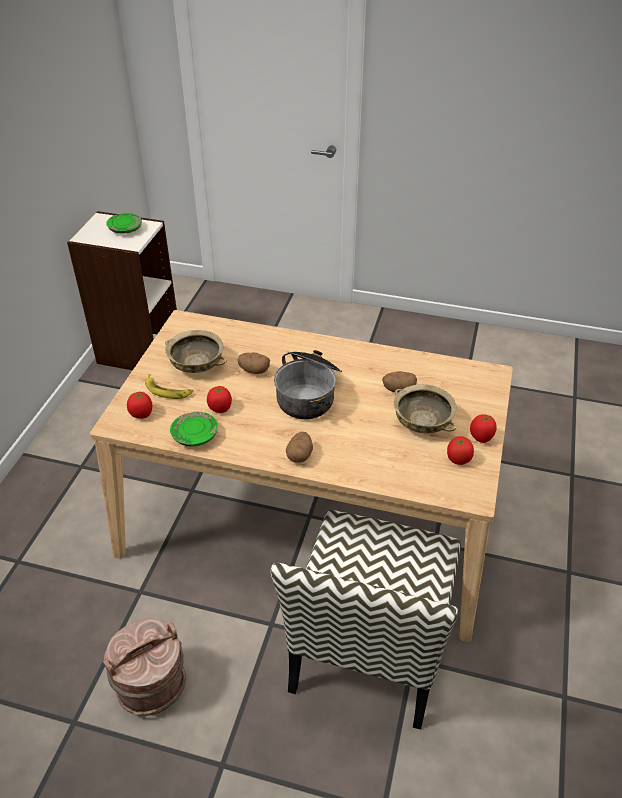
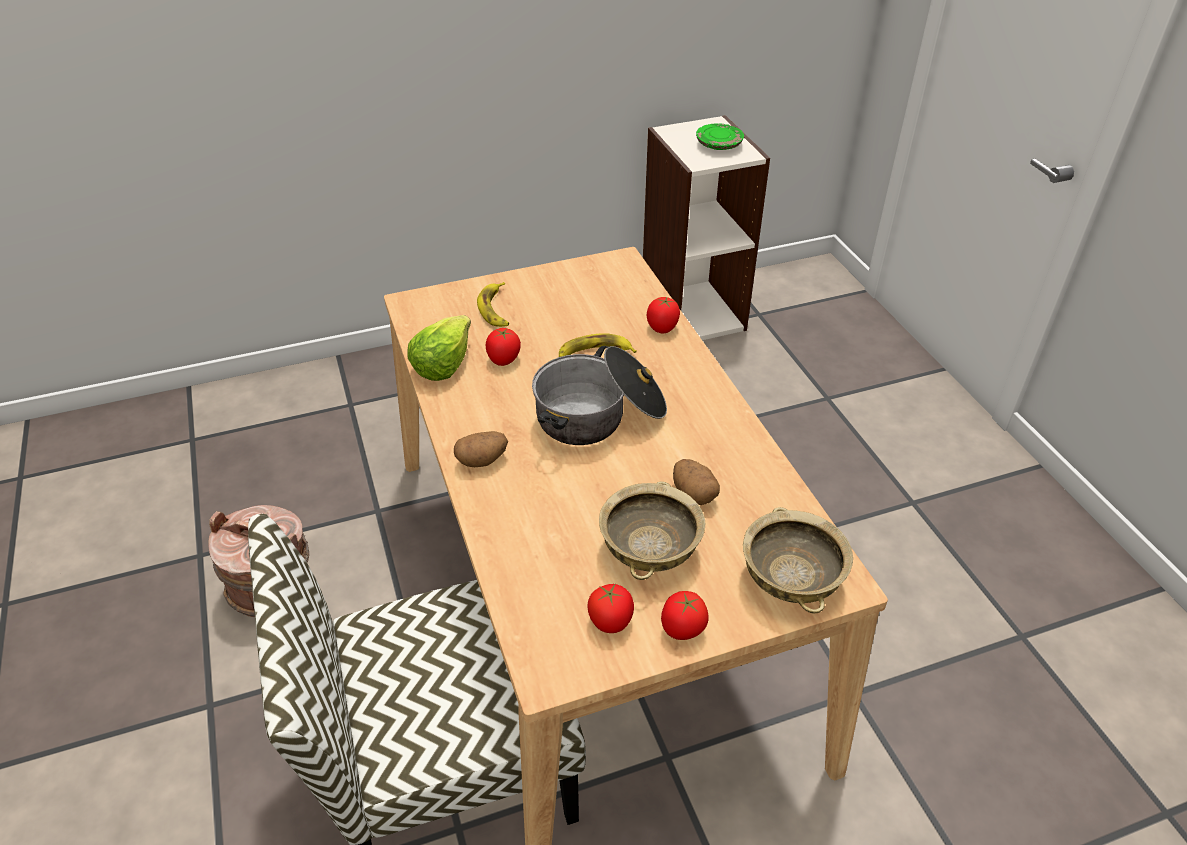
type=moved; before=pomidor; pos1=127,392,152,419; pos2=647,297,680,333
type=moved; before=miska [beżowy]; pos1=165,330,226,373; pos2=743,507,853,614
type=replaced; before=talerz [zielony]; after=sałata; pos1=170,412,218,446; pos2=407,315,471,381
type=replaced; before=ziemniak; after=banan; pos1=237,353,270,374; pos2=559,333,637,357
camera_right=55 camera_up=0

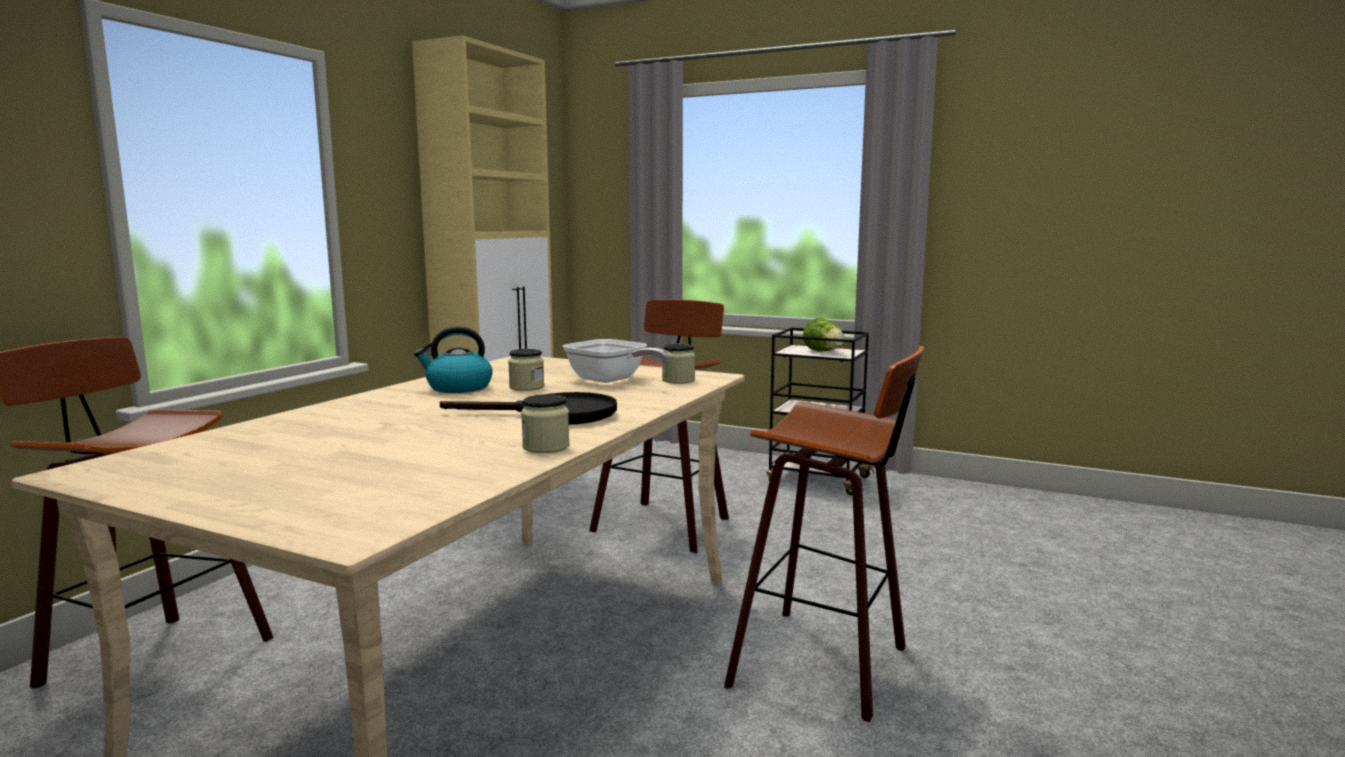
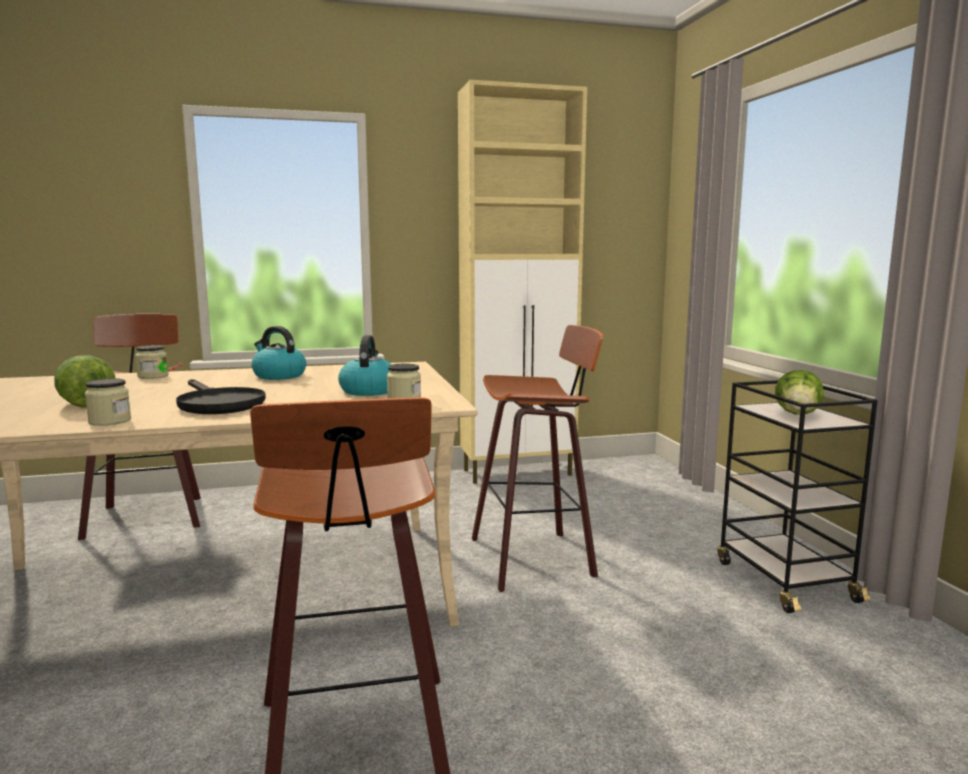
type=moved; before=słoik; pos1=508,349,544,391; pos2=135,345,169,379
type=replaced; before=patelnia; after=czajnik; pos1=563,339,671,383; pos2=338,335,392,396
type=added; after=sałata; pos2=54,355,115,408
camera_right=50 camera_up=0

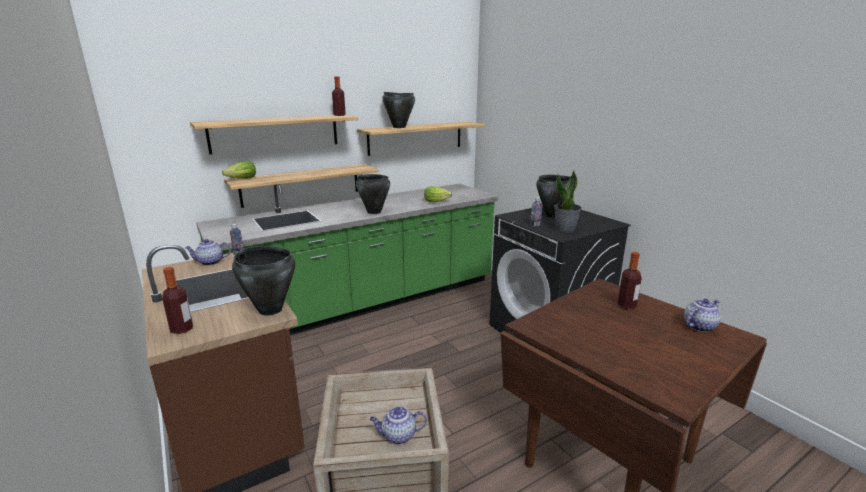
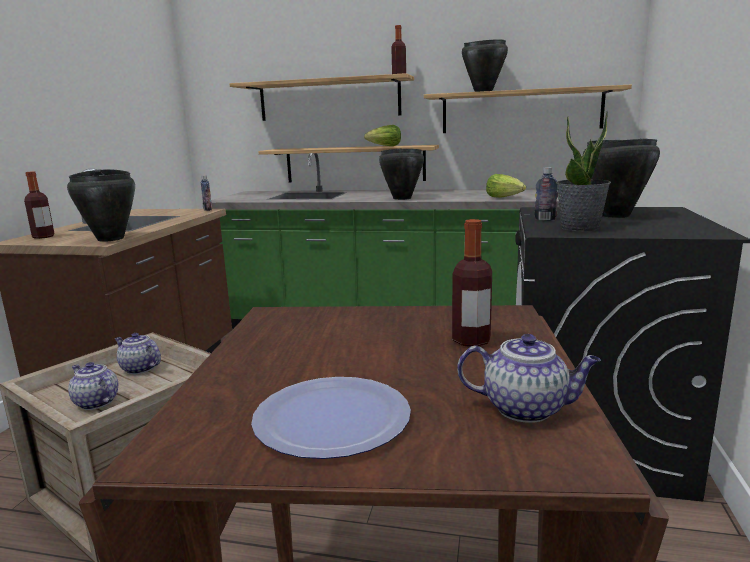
type=moved; before=imbryk; pos1=185,239,231,266; pos2=115,333,161,374
type=moved; before=sałata; pos1=222,161,256,179; pos2=364,125,401,146
type=added; after=talerz; pos2=251,377,411,459
camera_right=45 camera_up=-5

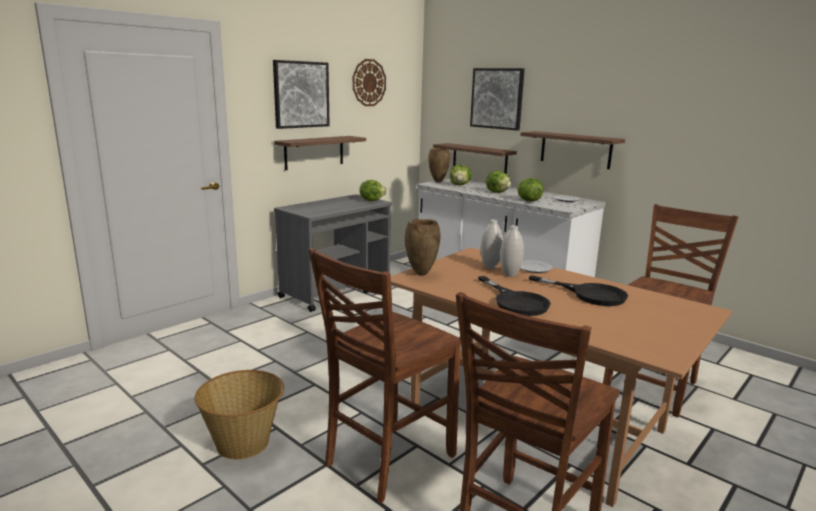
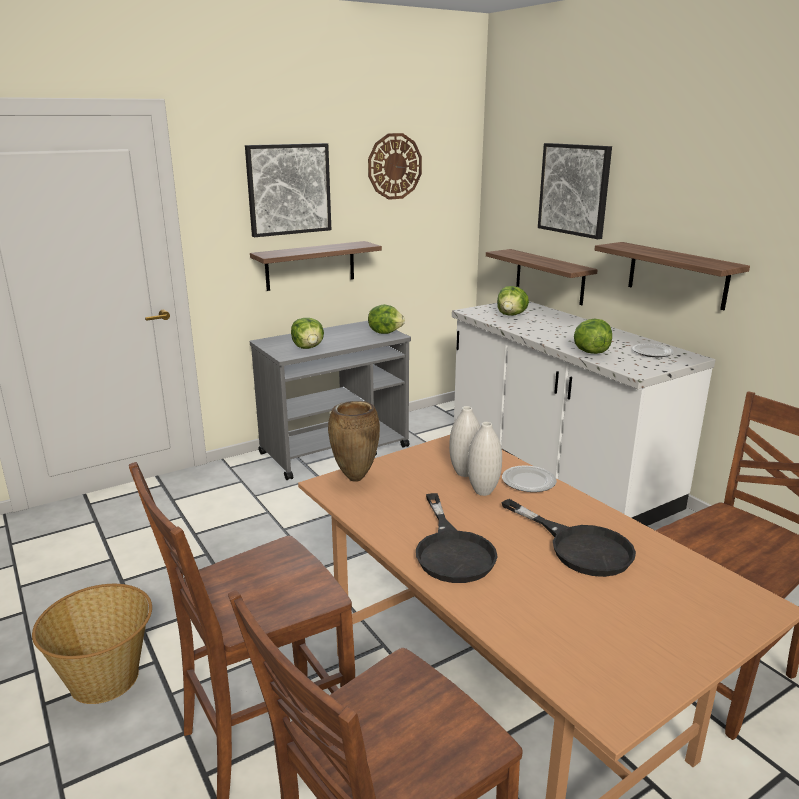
type=removed; before=wazon [brązowy]; pos1=428,148,450,182
type=moved; before=sałata; pos1=486,171,511,193; pos2=291,318,324,349
camera_right=15 camera_up=5

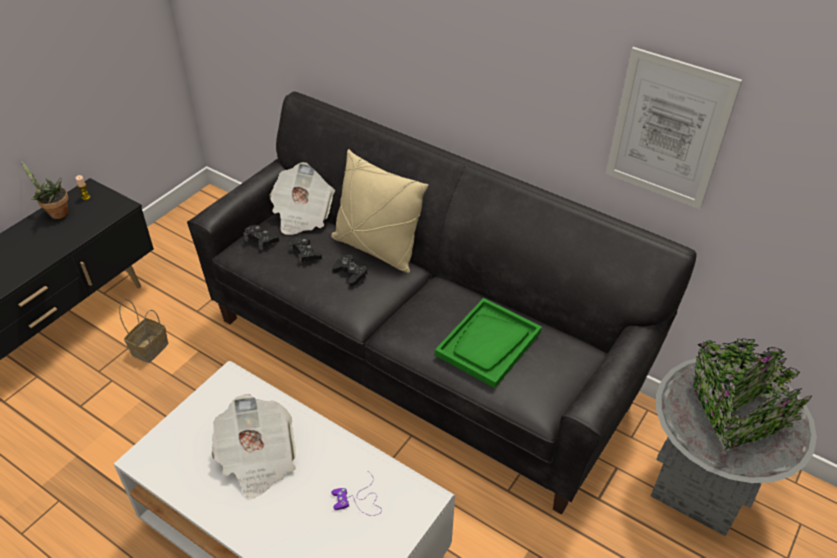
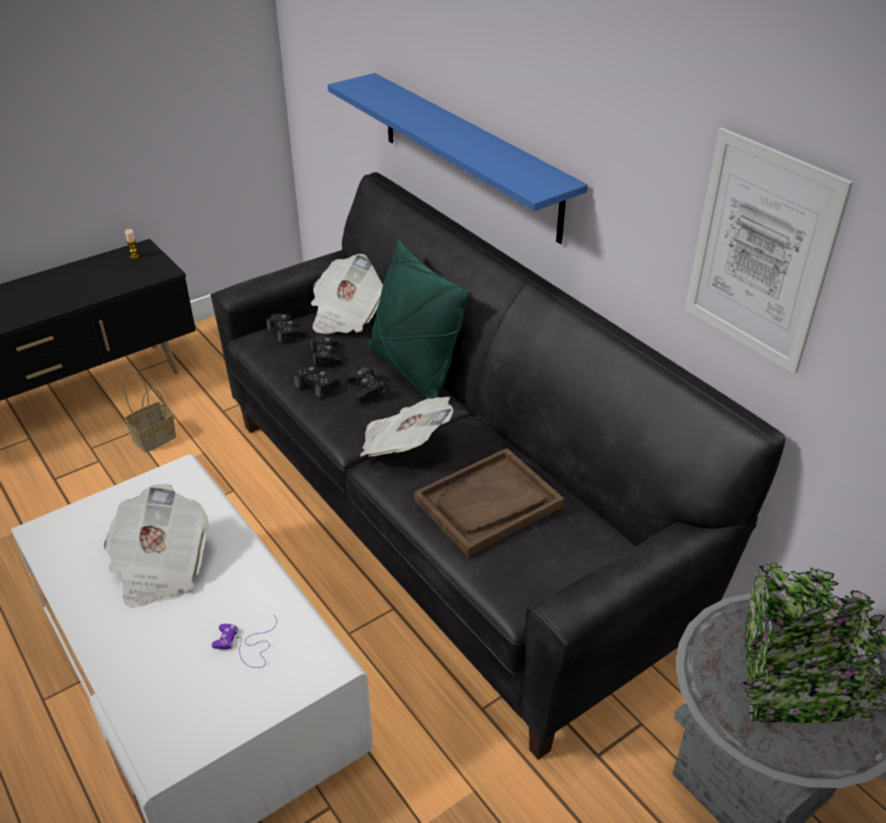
type=removed; before=roślina doniczkowa; pos1=21,161,68,219
type=recoloured; before=poduszka [beżowy]; after=poduszka [zielony]; pos1=331,149,428,273; pos2=367,239,471,398
type=recoloured; before=taca [zielony]; after=taca [brązowy]; pos1=435,298,542,388; pos2=414,448,564,557
type=added; after=pad do gier [czarny]; pos2=294,366,340,397
type=added; after=półka [niebieski]; pos2=328,73,588,244
type=added; after=gazeta; pos2=360,397,453,456
camera_right=20 camera_up=-5

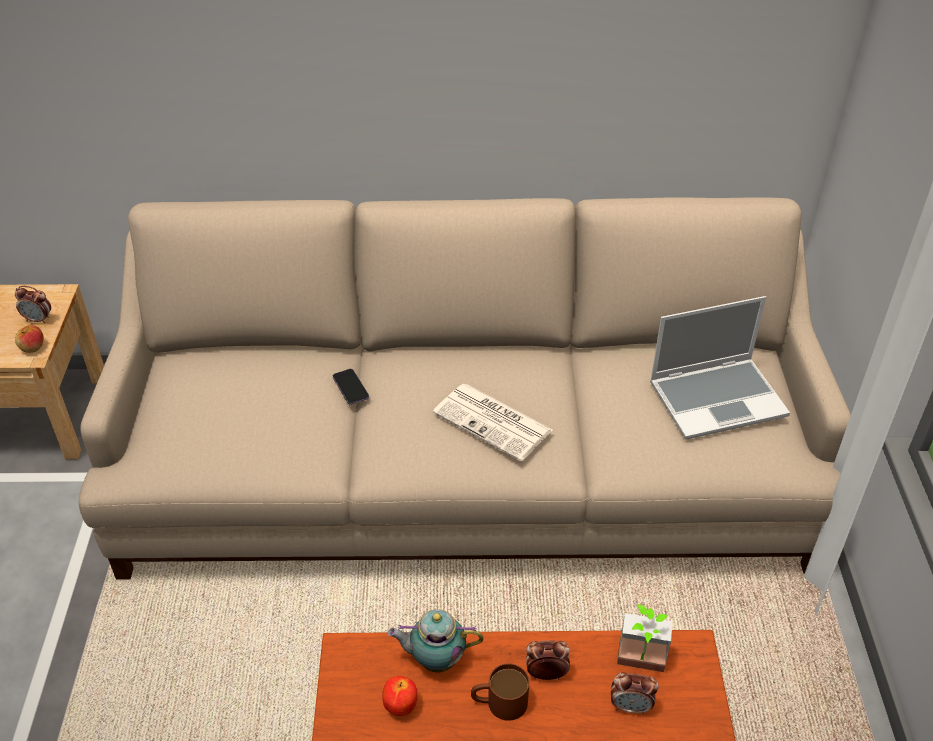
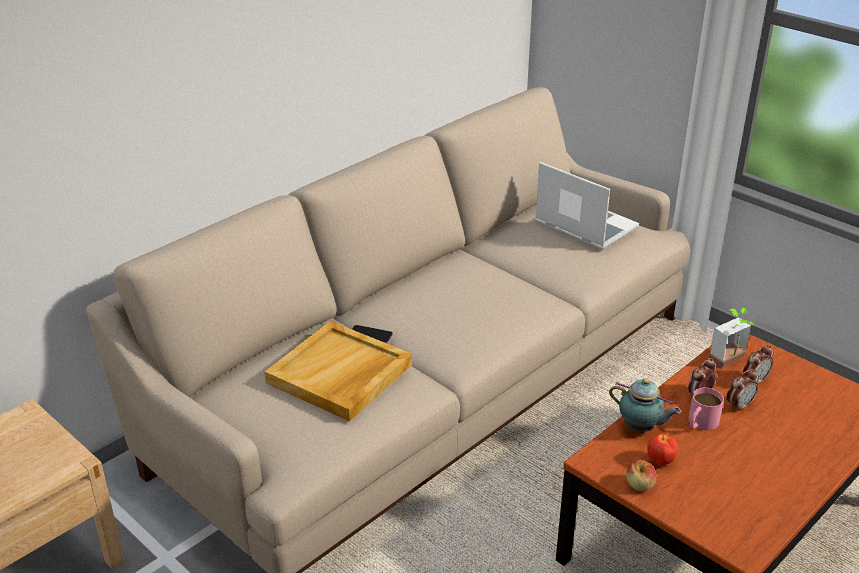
type=moved; before=budzik; pos1=15,286,51,324; pos2=726,369,759,412
type=moved; before=jabłko; pos1=15,325,44,353; pos2=626,460,657,491
type=turned; before=imbryk; pos1=387,609,483,673; pos2=609,378,681,433; turn=-105
type=removed; before=gazeta; pos1=433,384,552,461
type=recoloured; before=kubek [brązowy]; after=kubek [różowy]; pos1=471,663,529,721; pos2=689,388,724,430
type=turned; before=laptop; pos1=650,296,790,440; pos2=535,162,639,250; turn=-75
type=added; after=taca [beżowy]; pos2=265,321,412,421
camera_right=-45 camera_up=-10

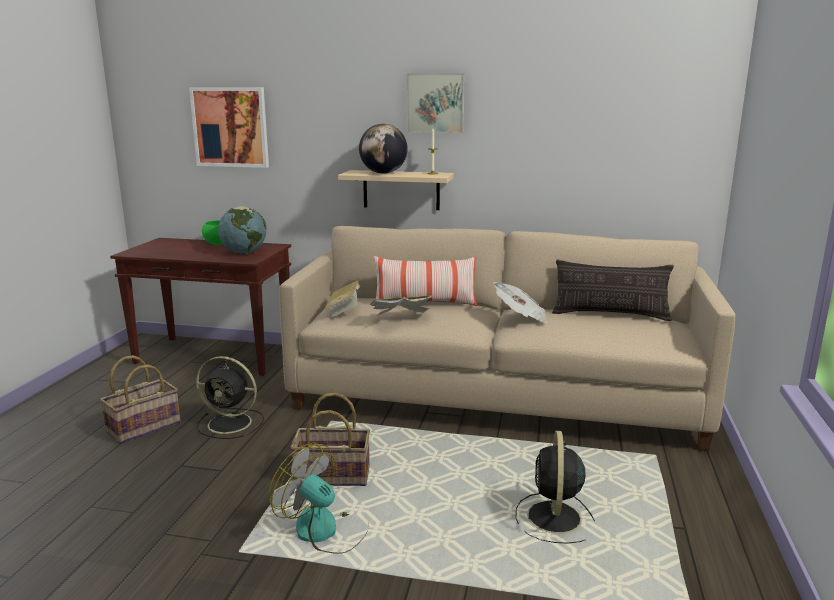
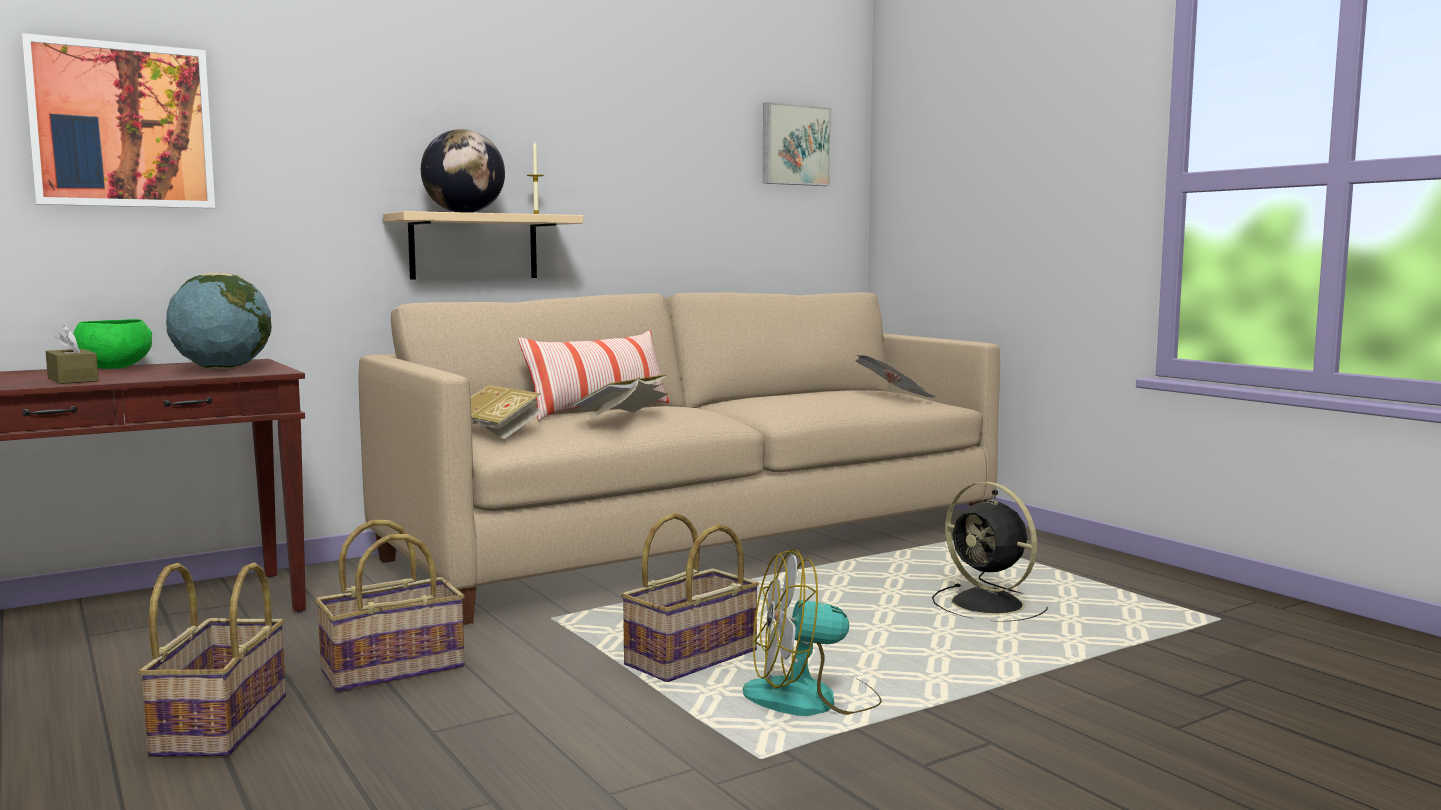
type=replaced; before=wentylator [czarny]; after=koszyk; pos1=196,356,264,439; pos2=315,520,465,693
type=moved; before=obraz; pos1=407,73,465,133; pos2=763,102,831,186
type=moved; before=gazeta; pos1=493,282,547,323; pos2=856,355,935,397
type=removed; before=poduszka; pos1=552,260,674,321
type=added; after=pudełko chusteczek [brązowy]; pos2=46,325,99,384
camera_right=-45 camera_up=-10

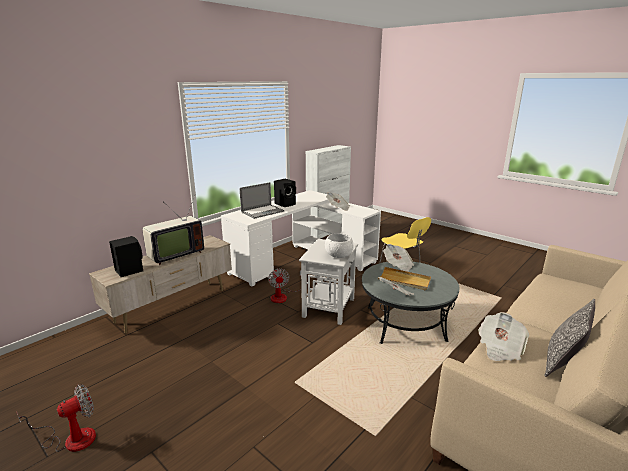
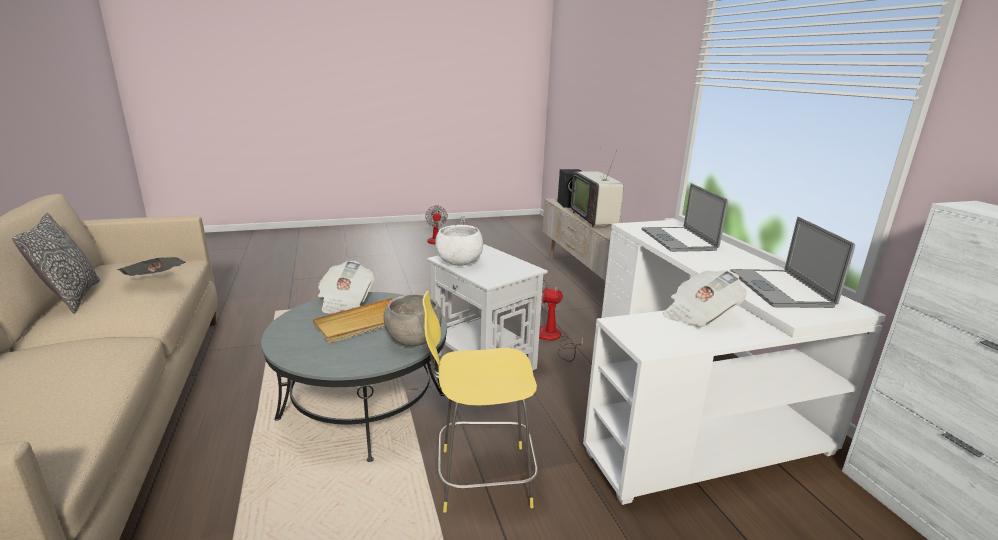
type=removed; before=głośnik [czarny]; pos1=274,179,296,207
type=replaced; before=gazeta; after=miska [szary]; pos1=383,244,414,272; pos2=384,294,442,346
type=added; after=laptop; pos2=730,217,855,308
camera_right=120 camera_up=0

